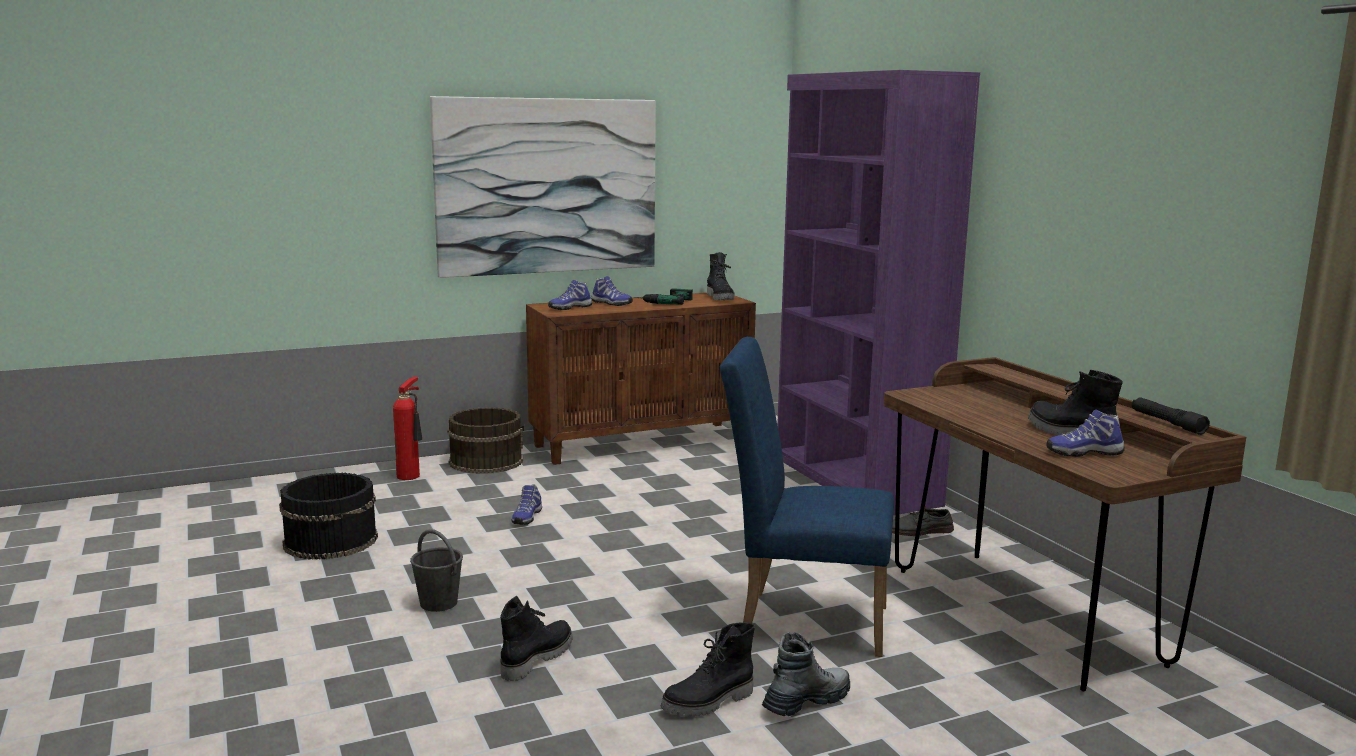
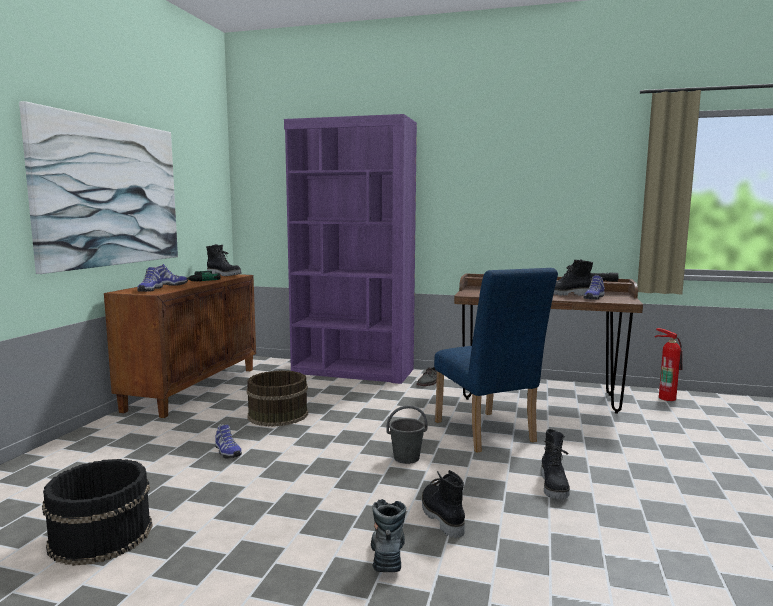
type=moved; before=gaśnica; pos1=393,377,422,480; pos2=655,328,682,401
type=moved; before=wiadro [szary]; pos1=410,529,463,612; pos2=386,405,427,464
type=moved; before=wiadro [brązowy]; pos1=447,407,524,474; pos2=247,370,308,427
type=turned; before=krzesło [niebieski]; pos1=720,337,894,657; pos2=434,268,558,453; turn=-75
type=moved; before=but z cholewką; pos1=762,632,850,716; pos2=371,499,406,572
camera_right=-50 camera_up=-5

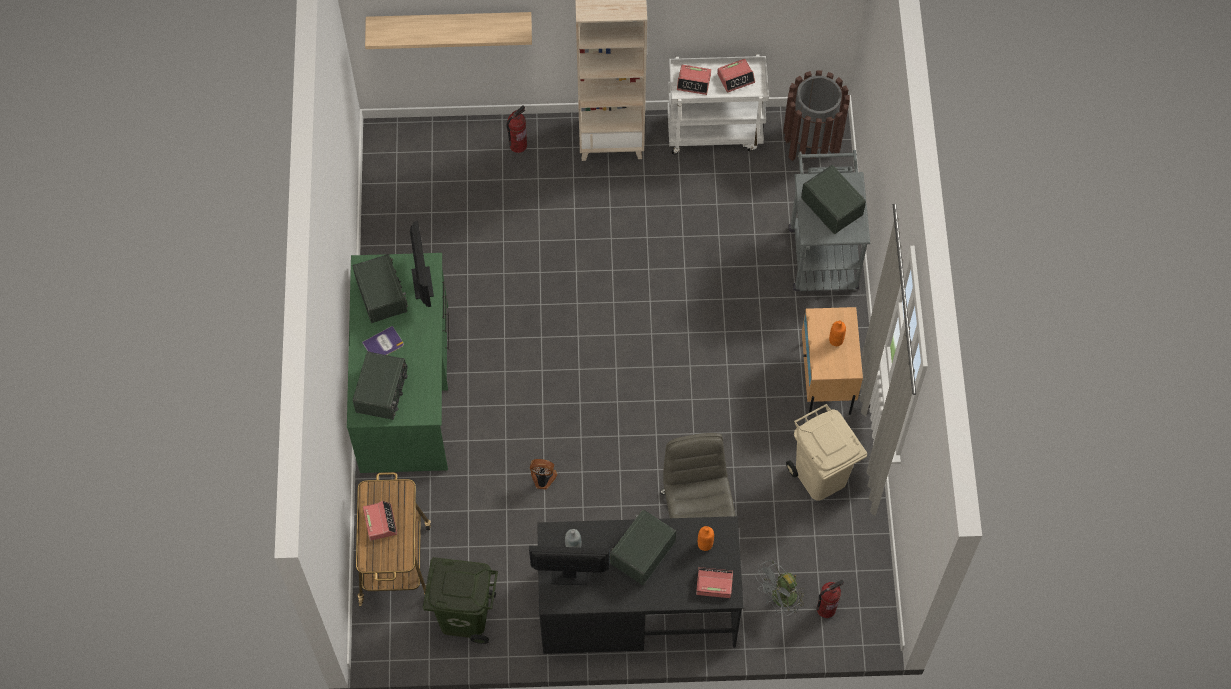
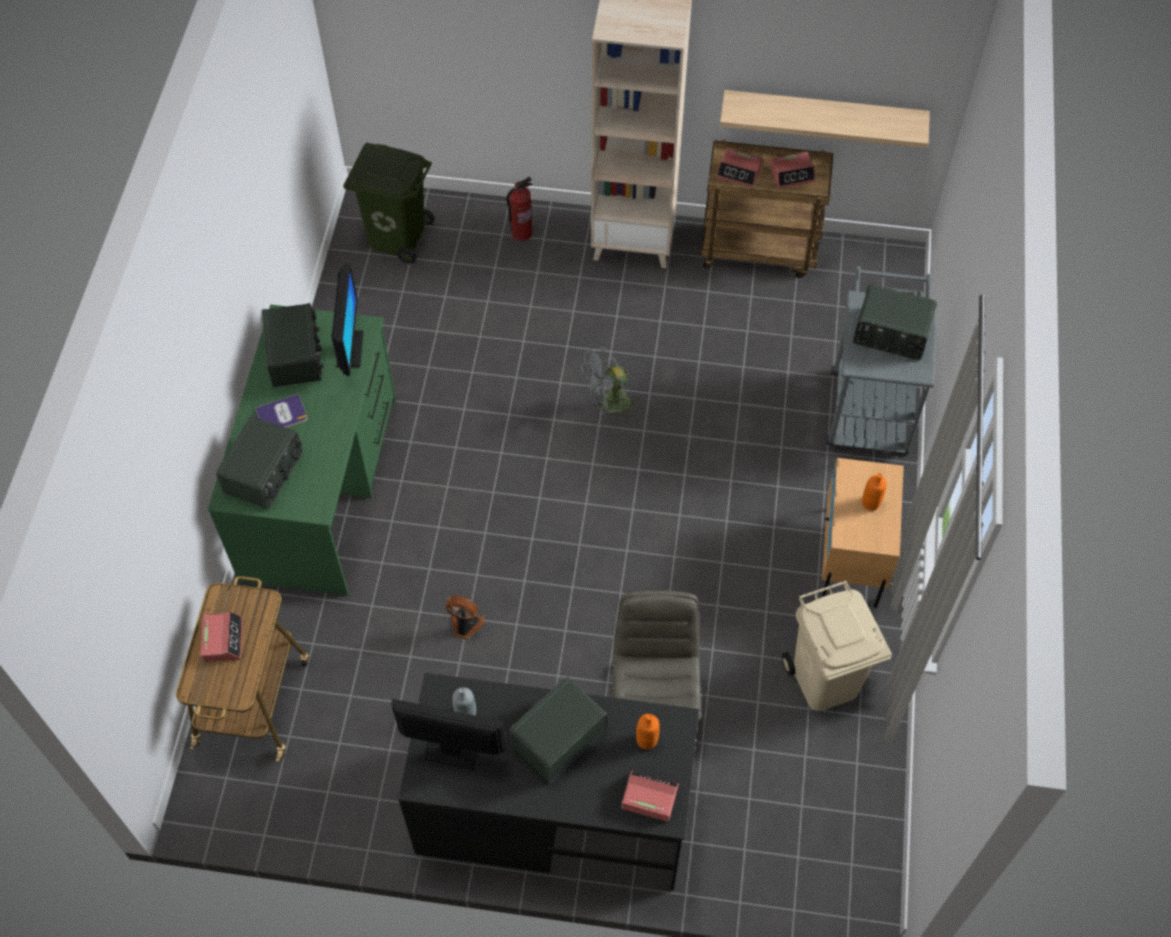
type=moved; before=półka; pos1=365,12,532,49; pos2=720,90,930,148
type=moved; before=kosz na śmieci [zielony]; pos1=422,557,498,644; pos2=343,142,435,264
type=recoloured; before=wózek [biały]; after=wózek [brązowy]; pos1=667,54,769,155; pos2=701,139,833,278
type=moved; before=wentylator [szary]; pos1=755,560,805,616; pos2=581,346,640,422
type=removed; before=kosz na śmieci [brązowy]; pos1=783,70,850,161
type=turned; before=radio; pos1=801,165,866,234; pos2=853,284,937,360; turn=135
type=removed; before=gaśnica; pos1=817,579,844,618
camera_right=10 camera_up=-5

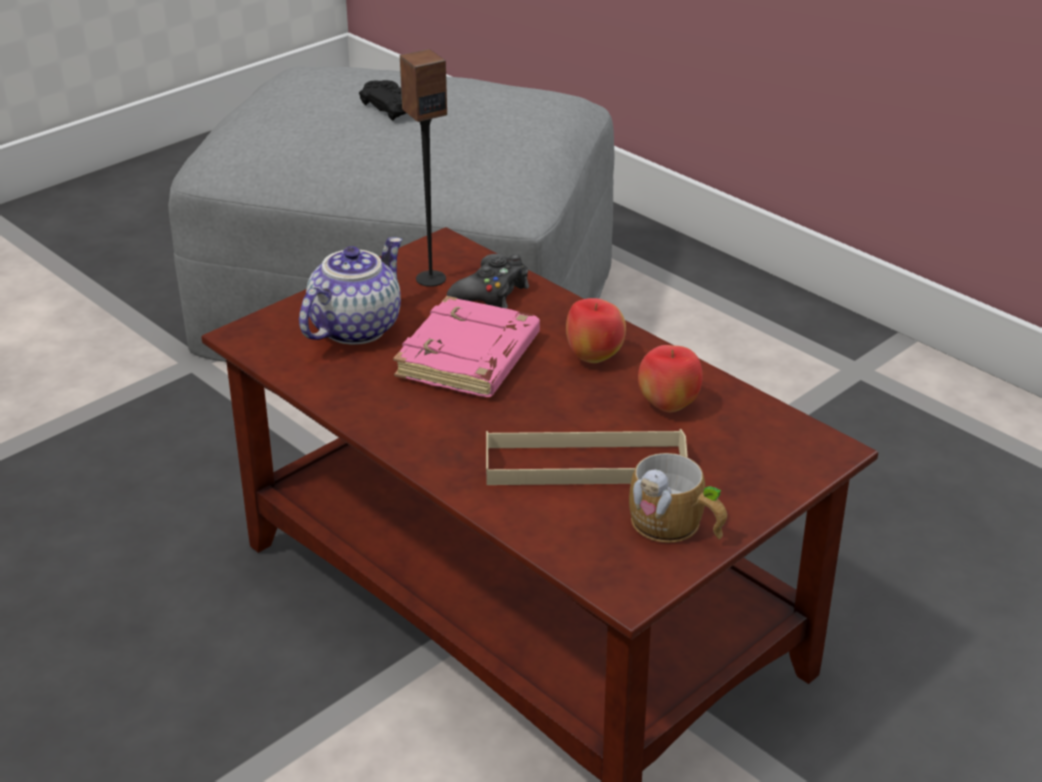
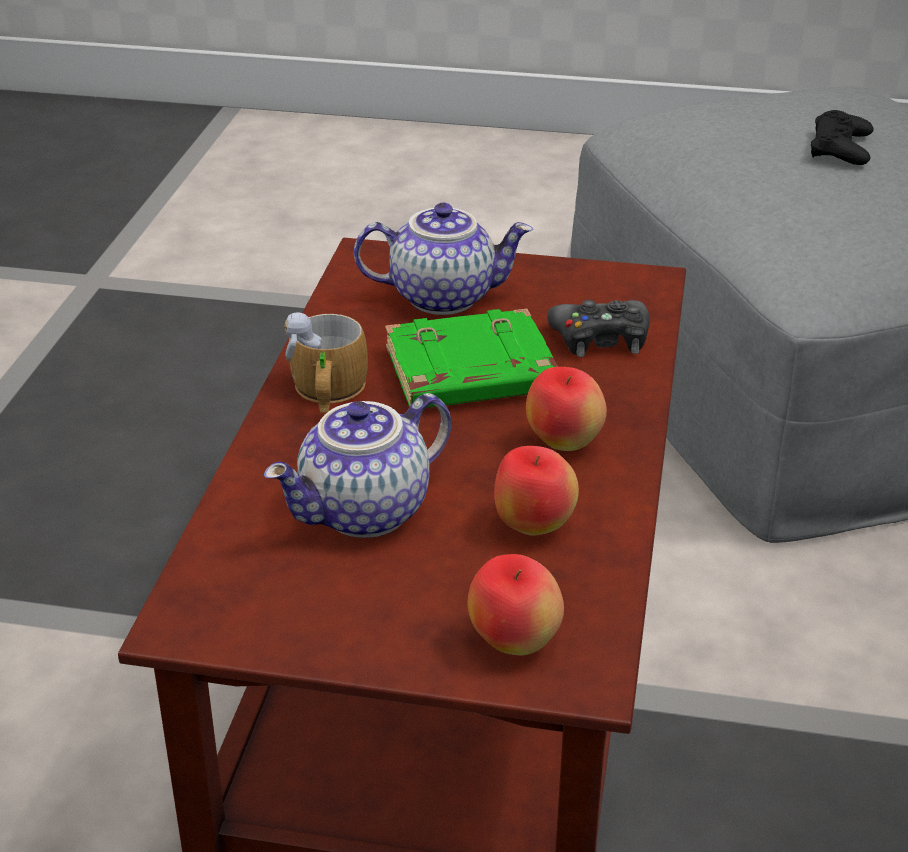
type=recoloured; before=książka [różowy]; after=książka [zielony]; pos1=393,296,540,397; pos2=385,309,558,408
type=removed; before=głośnik; pos1=400,49,447,287
type=replaced; before=taca [beżowy]; after=imbryk; pos1=486,429,688,485; pos2=264,393,451,538
type=moved; before=kubek; pos1=629,453,727,543; pos2=284,312,368,413
type=added; after=jabłko; pos2=467,554,564,655
camera_right=55 camera_up=0

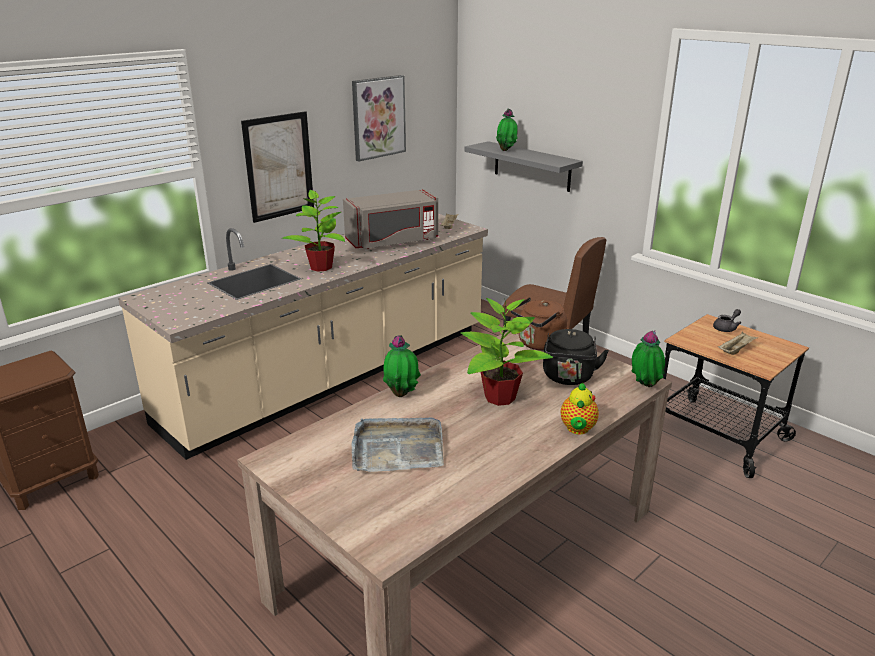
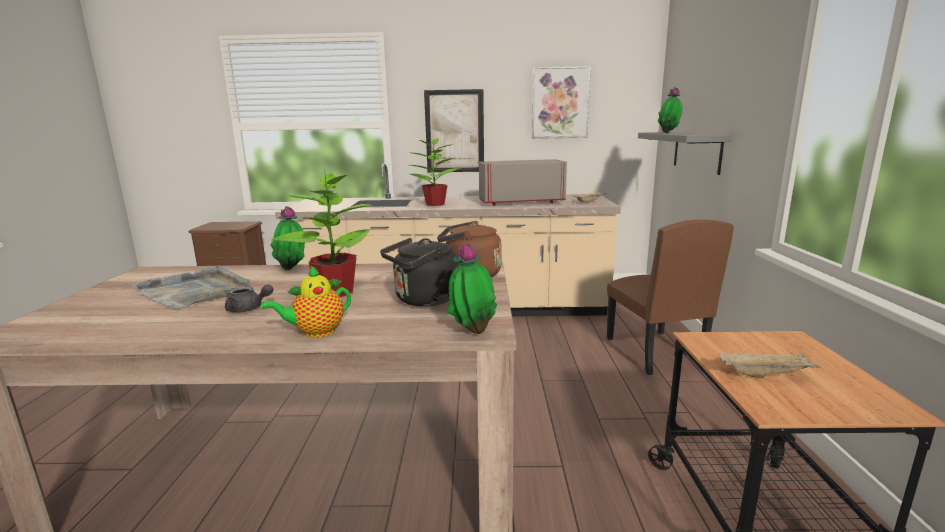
type=turned; before=mikrofalówka [szary]; pos1=343,189,438,249; pos2=479,159,567,206; turn=150
type=moved; before=imbryk [szary]; pos1=713,309,741,332; pos2=225,284,273,313
camera_right=45 camera_up=-10

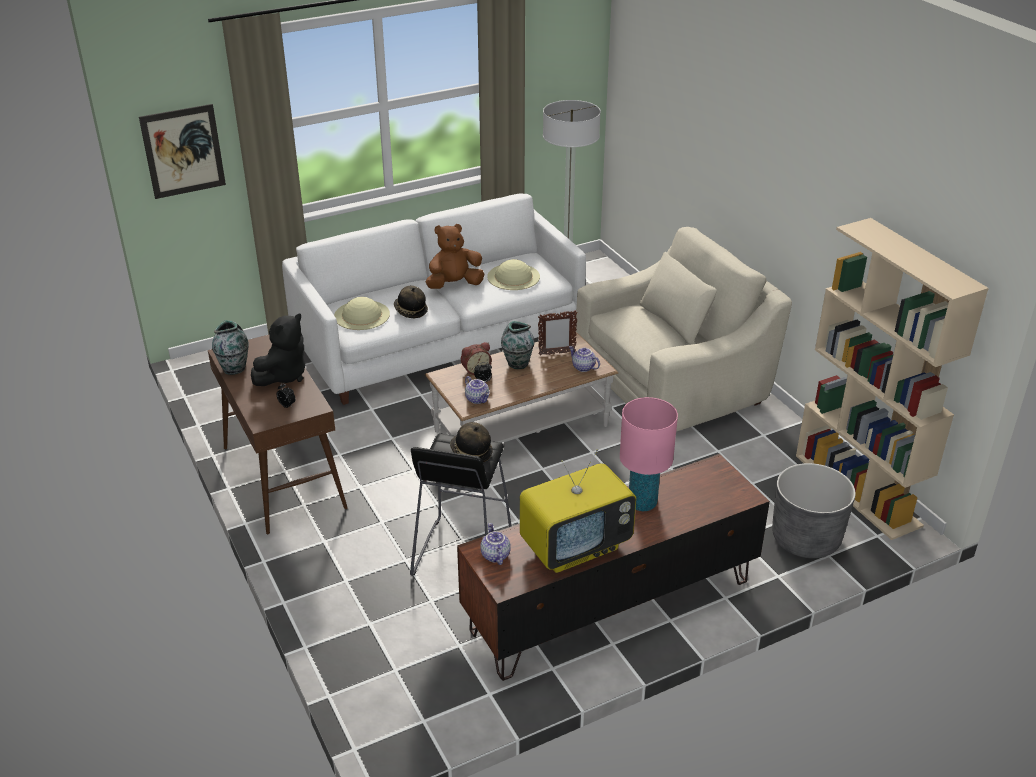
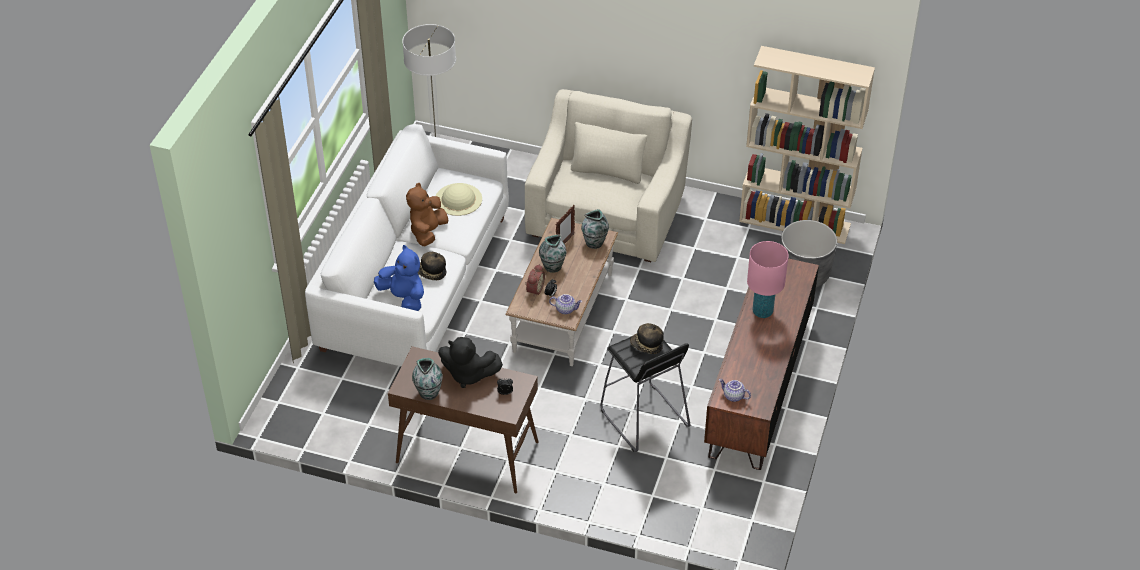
type=removed; before=obraz; pos1=139,104,226,199
type=turned; before=pluszak [czarny]; pos1=251,314,305,386; pos2=438,337,503,388; turn=120
type=replaced; before=kapelusz [beżowy]; after=pluszak [niebieski]; pos1=334,297,390,330; pos2=374,245,424,311
type=removed; before=telewizor; pos1=520,449,636,573
type=replaced; before=imbryk; after=wazon; pos1=569,346,600,372; pos2=581,209,609,249
camera_right=-45 camera_up=10

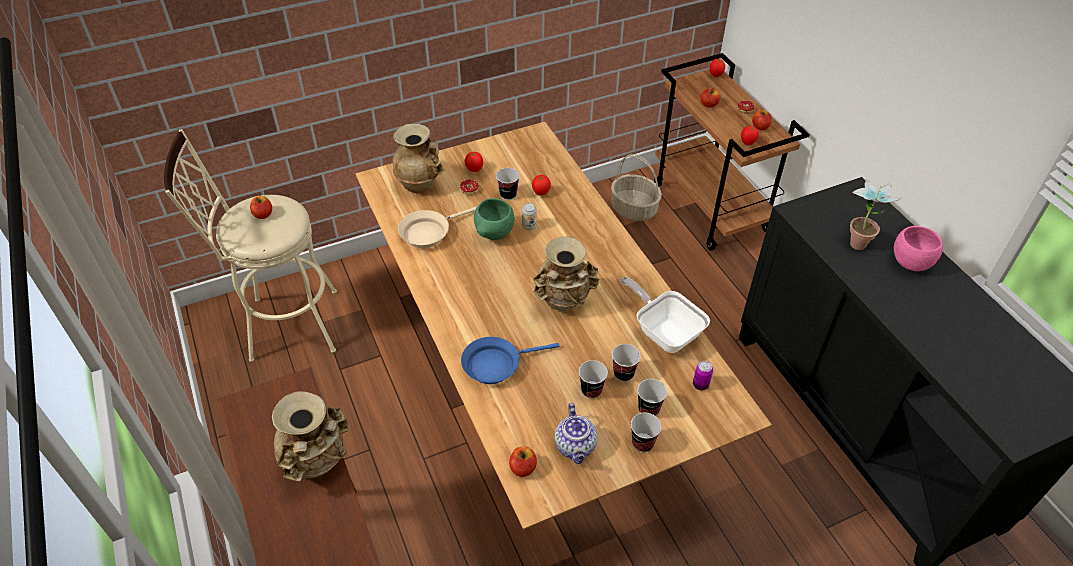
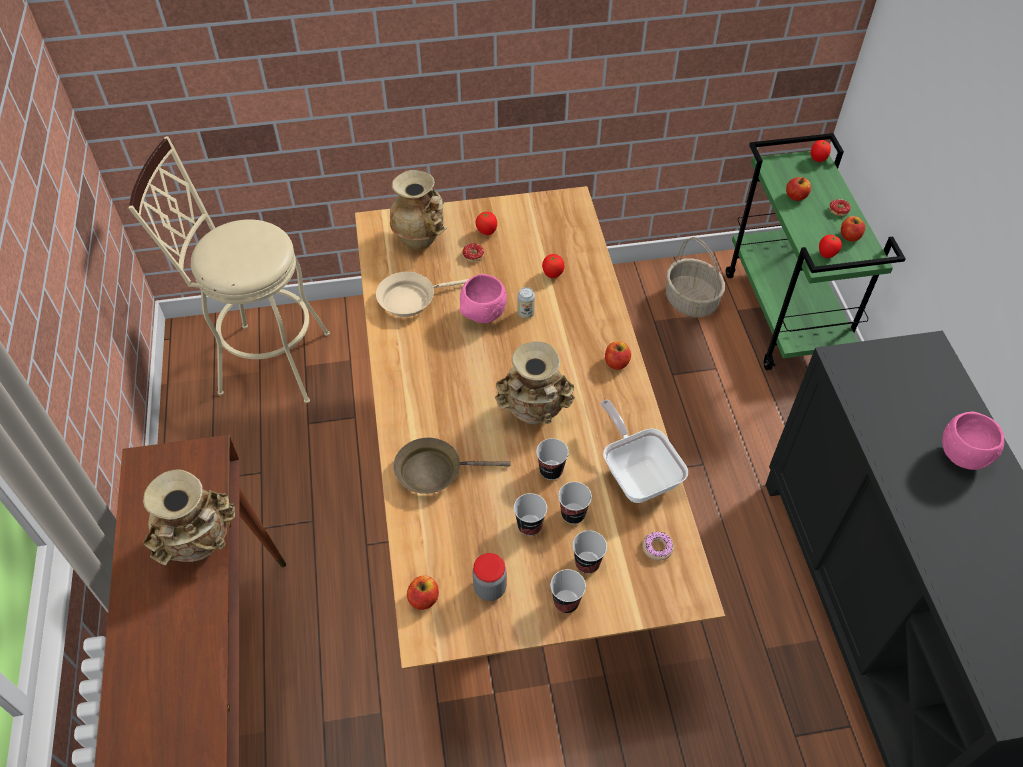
type=moved; before=jabłko; pos1=250,196,272,219; pos2=605,341,631,370
type=recoloured; before=patelnia [niebieski]; after=patelnia [brązowy]; pos1=461,337,559,384; pos2=393,438,511,494
type=recoloured; before=miska [zielony]; after=miska [różowy]; pos1=474,198,514,240; pos2=459,274,507,323
type=moved; before=filiżanka; pos1=496,168,520,200; pos2=536,438,569,480
type=replaced; before=imbryk; after=słoik; pos1=554,403,598,464; pos2=473,553,507,601
type=recoloured; before=wózek [brązowy]; after=wózek [zielony]; pos1=654,53,810,251; pos2=726,133,906,370
type=replaced; before=puszka; after=donut; pos1=693,361,713,391; pos2=642,532,674,561
type=removed; before=roślina doniczkowa; pos1=850,178,902,250
camera_right=15 camera_up=5

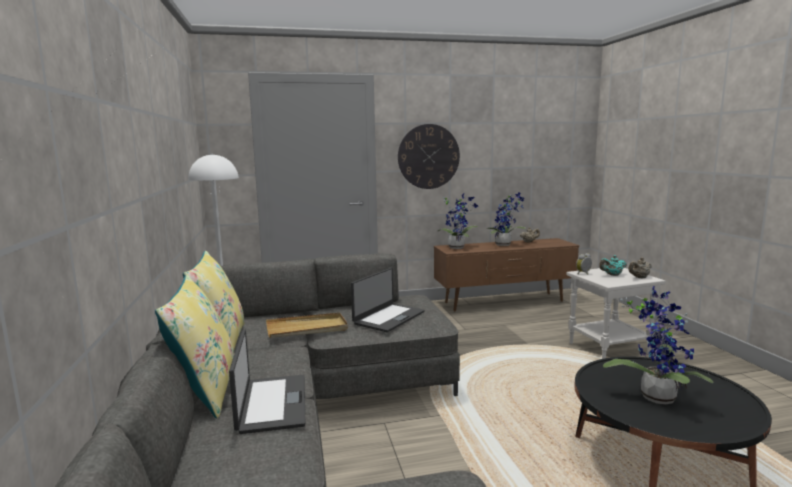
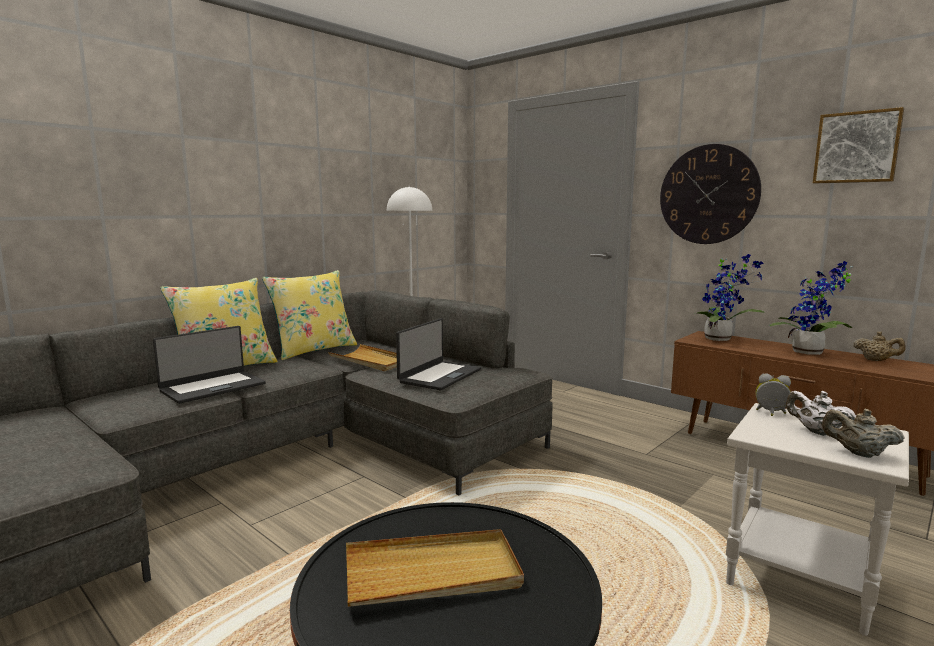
type=turned; before=laptop; pos1=351,268,424,332; pos2=396,318,481,390; turn=-60
type=recoloured; before=imbryk [turkusowy]; after=imbryk [biały]; pos1=599,255,627,276; pos2=786,391,856,436
type=replaced; before=roślina doniczkowa; after=taca [beżowy]; pos1=603,286,714,404; pos2=346,529,524,607
type=added; after=obraz; pos2=813,107,904,184
camera_right=55 camera_up=0

